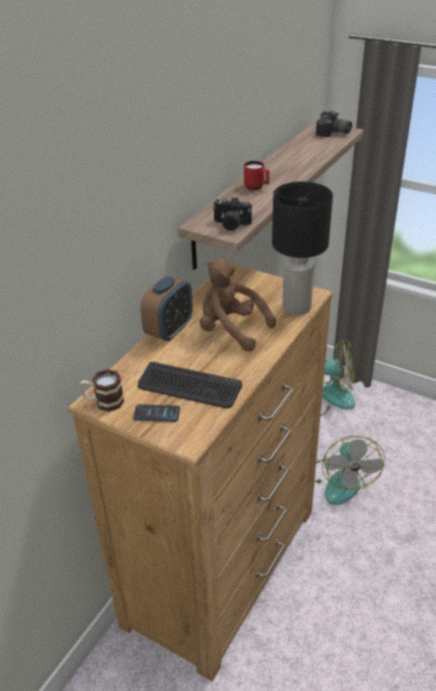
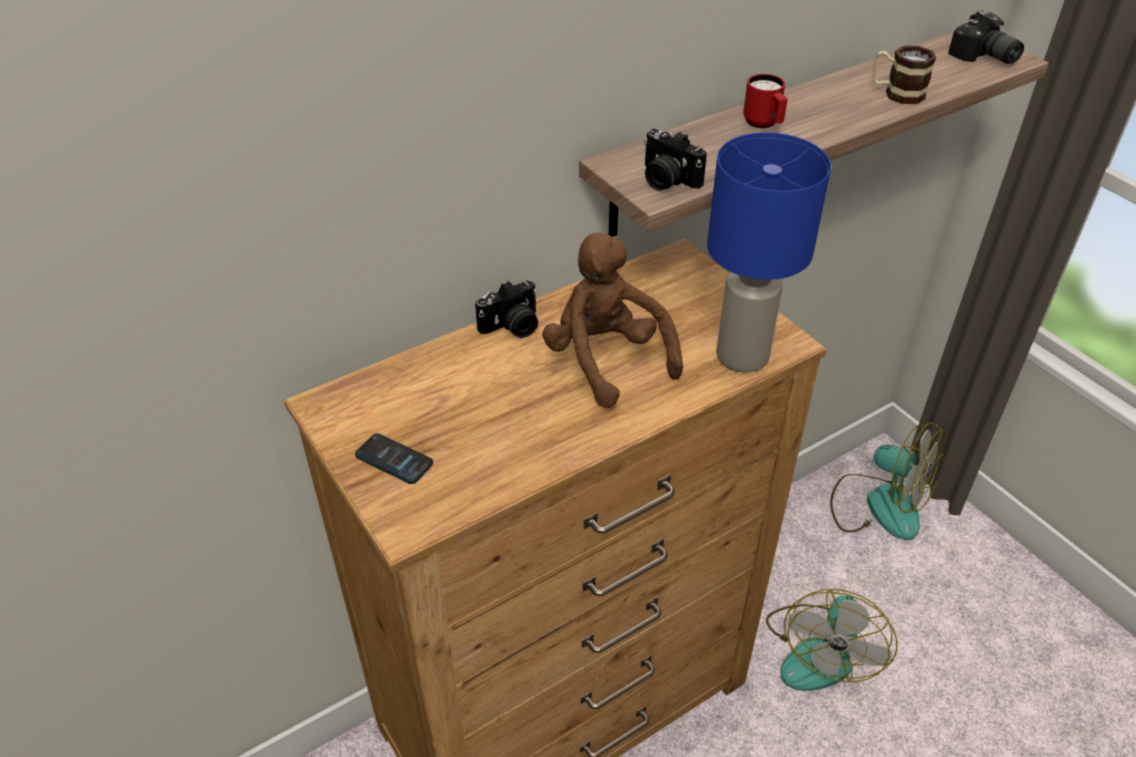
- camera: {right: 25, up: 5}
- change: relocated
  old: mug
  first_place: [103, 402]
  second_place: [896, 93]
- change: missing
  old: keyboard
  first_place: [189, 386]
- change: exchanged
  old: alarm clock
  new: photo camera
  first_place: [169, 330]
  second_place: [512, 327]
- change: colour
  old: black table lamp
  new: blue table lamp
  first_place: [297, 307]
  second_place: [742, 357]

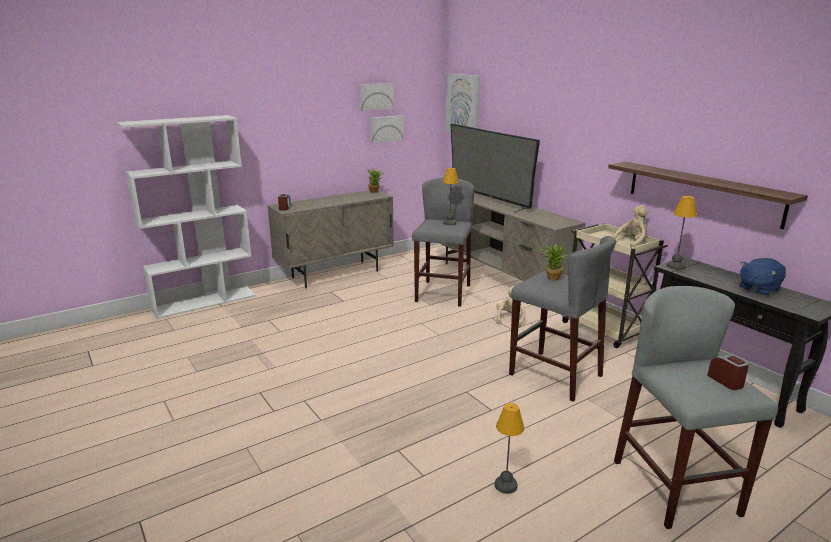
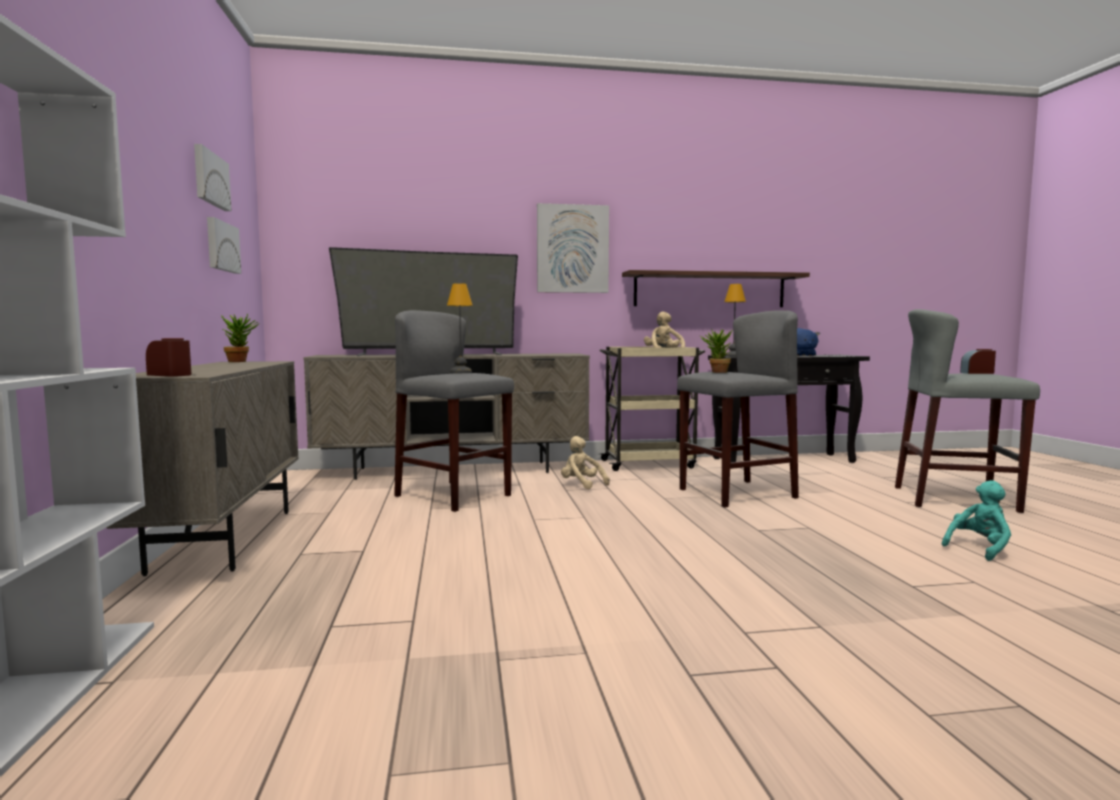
- camera: {right: -65, up: -15}
- change: relocated
  old: picture
  first_place: [463, 105]
  second_place: [572, 249]
- change: exchanged
  old: table lamp
  new: turquoise plush toy
  first_place: [506, 485]
  second_place: [979, 548]

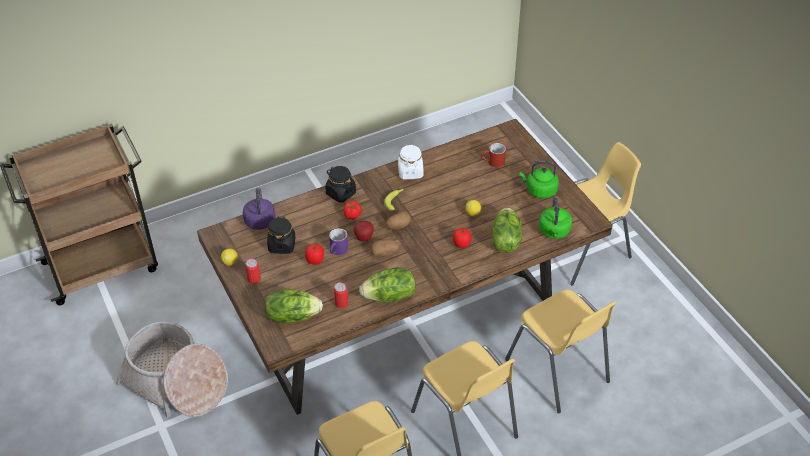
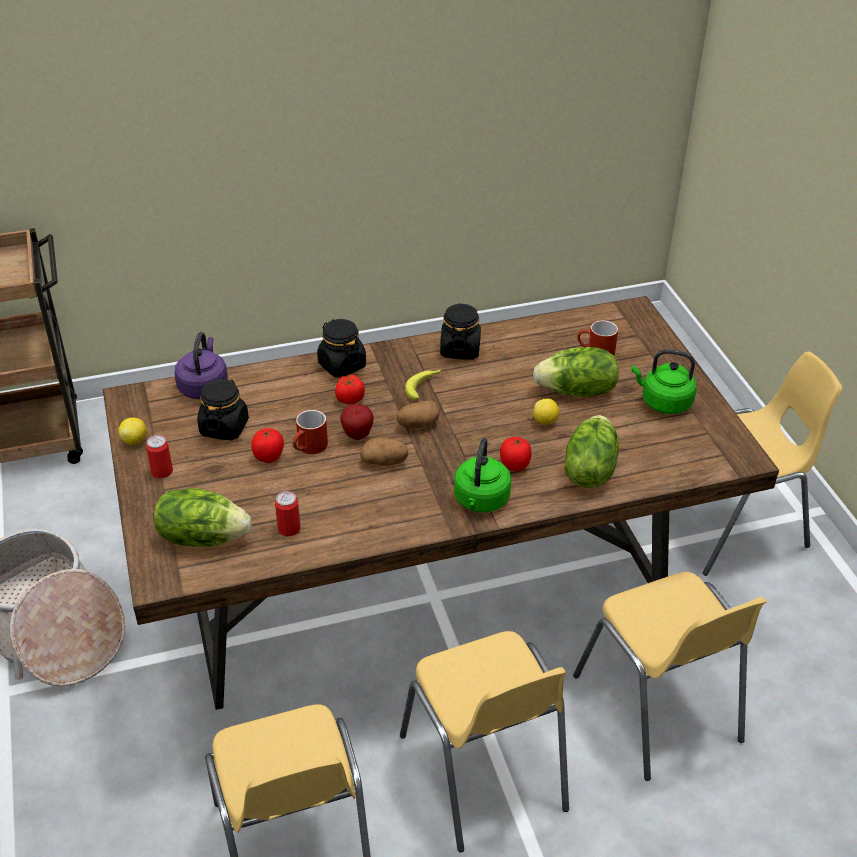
- camera: {right: 10, up: -5}
- change: colour
  old: purple mug
  new: red mug
  first_place: [338, 251]
  second_place: [309, 448]
- change: relocated
  old: lettuce
  first_place: [389, 296]
  second_place: [577, 392]
- change: colour
  old: white jar
  new: black jar
  first_place: [410, 172]
  second_place: [460, 349]
- change: relocated
  old: green kettle
  first_place: [554, 232]
  second_place: [481, 501]

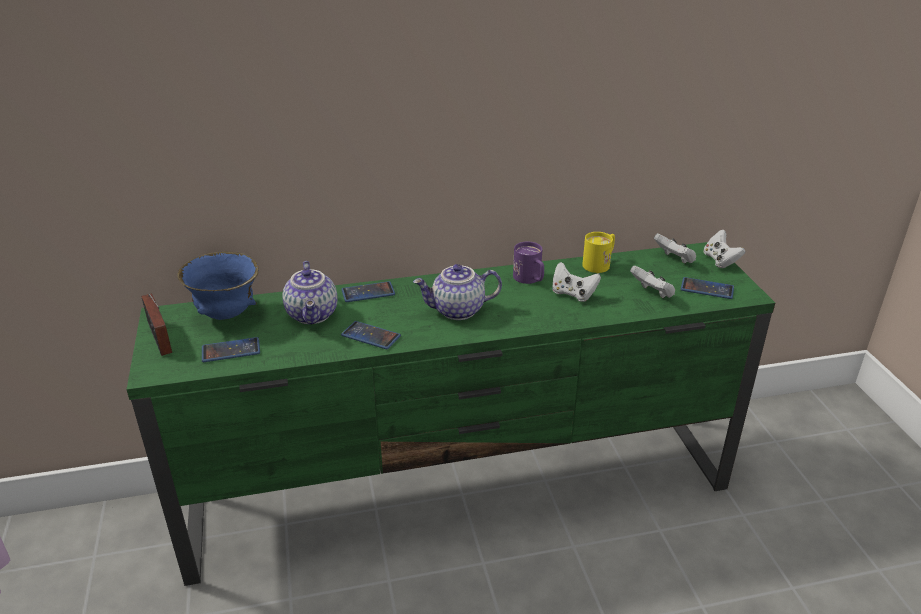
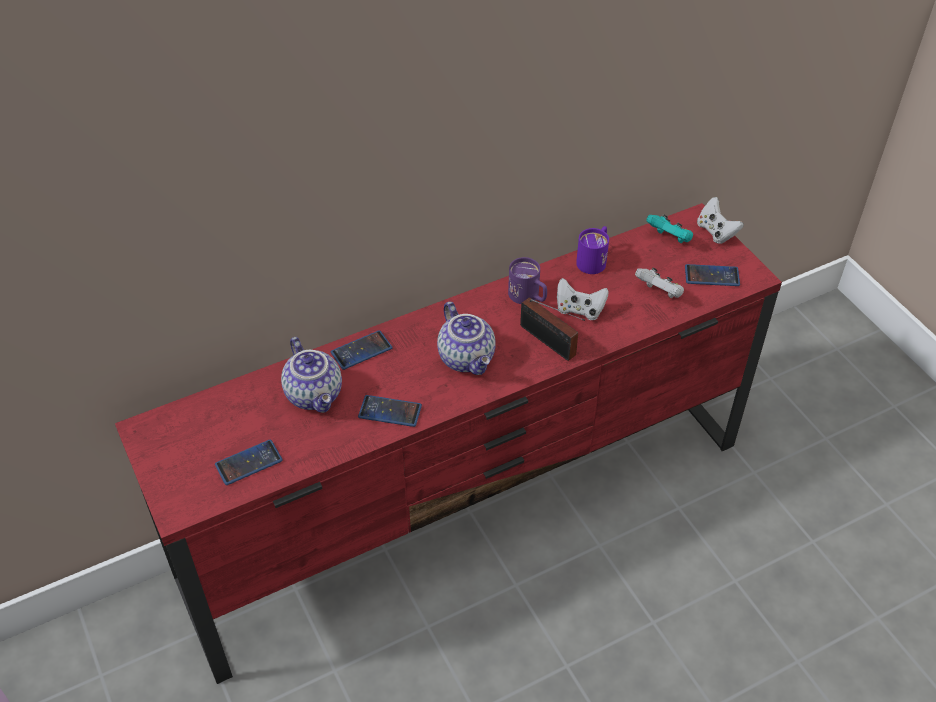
- camera: {right: -15, up: 15}
- change: colour
  old: green tv stand
  new: red tv stand
  first_place: [462, 492]
  second_place: [469, 509]
- change: relocated
  old: radio
  first_place: [160, 340]
  second_place: [550, 343]
- change: missing
  old: blue bowl
  first_place: [226, 315]
- change: spun
  old: teapot
  first_place: [457, 311]
  second_place: [468, 358]
  degrees: -90
- change: colour
  old: yellow mug
  new: purple mug
  first_place: [599, 263]
  second_place: [594, 259]
- change: colour
  old: white game controller
  new: turquoise game controller
  first_place: [674, 259]
  second_place: [669, 238]

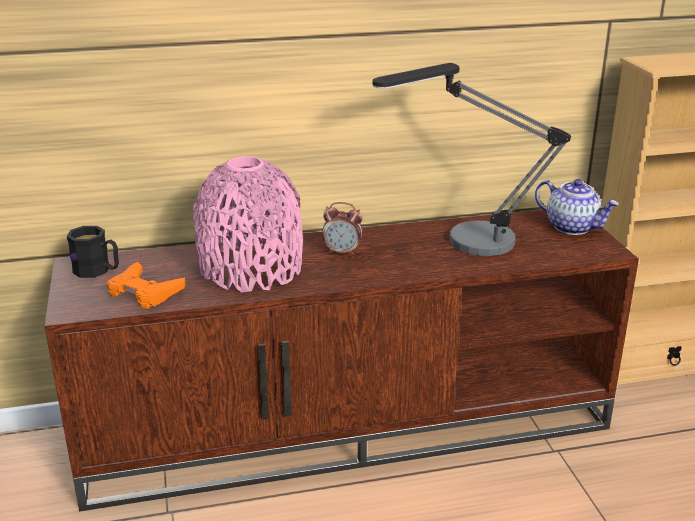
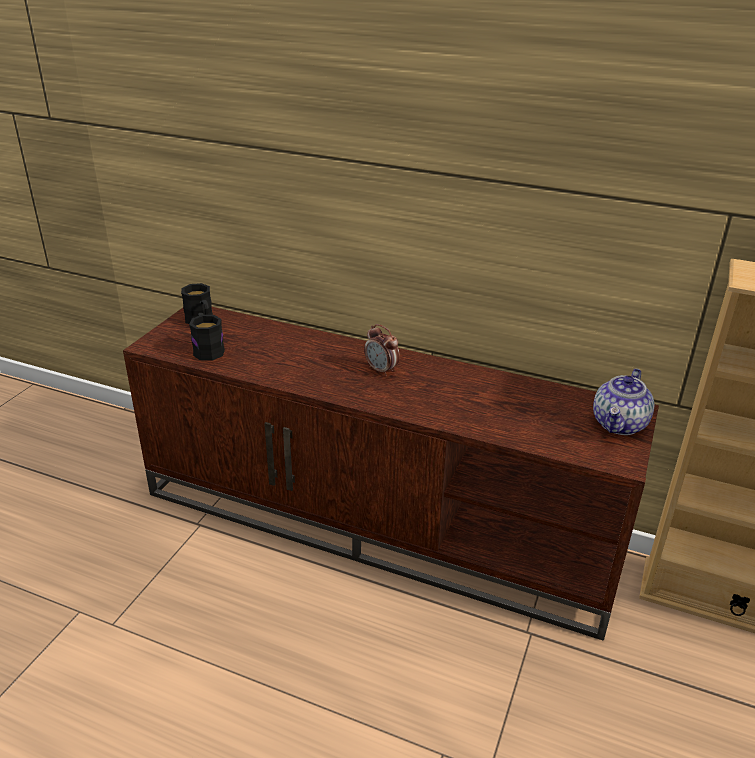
- camera: {right: 35, up: 5}
- change: exchanged
  old: orange game controller
  new: black mug
  first_place: [144, 292]
  second_place: [207, 349]
- change: missing
  old: pink vase
  first_place: [251, 269]
- change: missing
  old: table lamp
  first_place: [464, 245]
- change: spun
  old: teapot
  first_place: [572, 227]
  second_place: [620, 424]
  degrees: 45

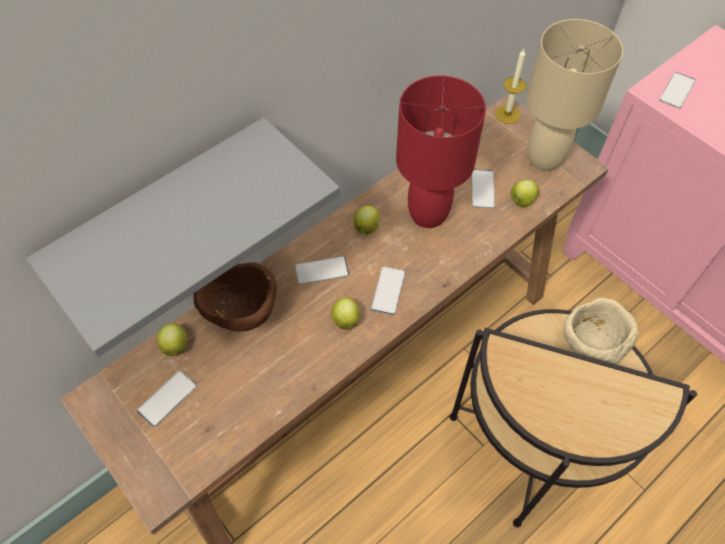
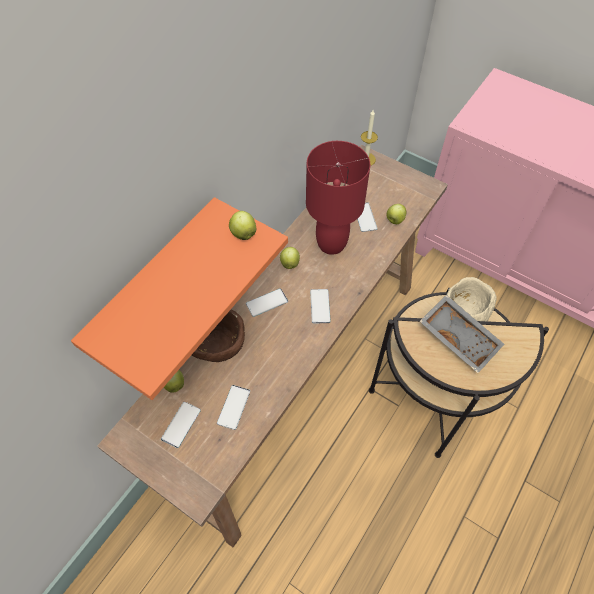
- camera: {right: -15, up: 0}
- change: colour
  old: grey shelf
  new: orange shelf
  first_place: [165, 214]
  second_place: [156, 285]
- change: relocated
  old: apple
  first_place: [345, 320]
  second_place: [243, 233]
- change: missing
  old: beige table lamp
  first_place: [544, 159]
- change: relocated
  old: phone
  first_place: [677, 90]
  second_place: [233, 407]
- change: appeared
  new: grey tray
  second_place: [459, 337]

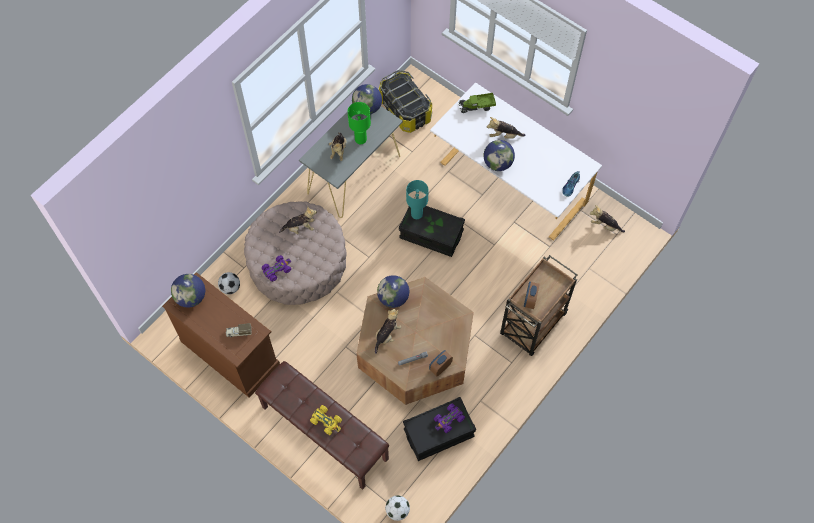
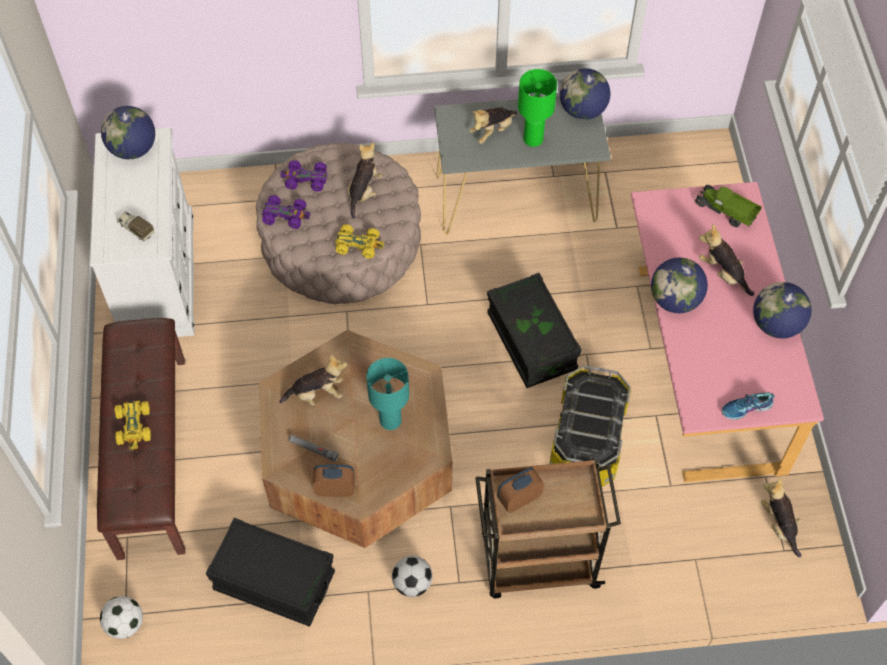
- camera: {right: 45, up: -5}
- change: colour
  old: brown dresser
  new: white dresser
  first_place: [230, 352]
  second_place: [159, 276]
- change: relocated
  old: football
  first_place: [230, 288]
  second_place: [412, 583]
- change: spun
  old: plush toy
  first_place: [300, 228]
  second_place: [364, 192]
  degrees: -105
- change: relocated
  old: globe
  first_place: [393, 298]
  second_place: [776, 325]
- change: relocated
  old: storage box
  first_place: [405, 110]
  second_place: [588, 439]
- change: relocated
  old: turquoise table lamp
  first_place: [416, 214]
  second_place: [390, 420]
- change: colour
  old: white desk
  new: pink desk
  first_place: [509, 184]
  second_place: [701, 365]
- change: relocated
  old: purple toy car
  first_place: [448, 420]
  second_place: [305, 179]
- change: appeared
  new: yellow toy car
  second_place: [358, 245]

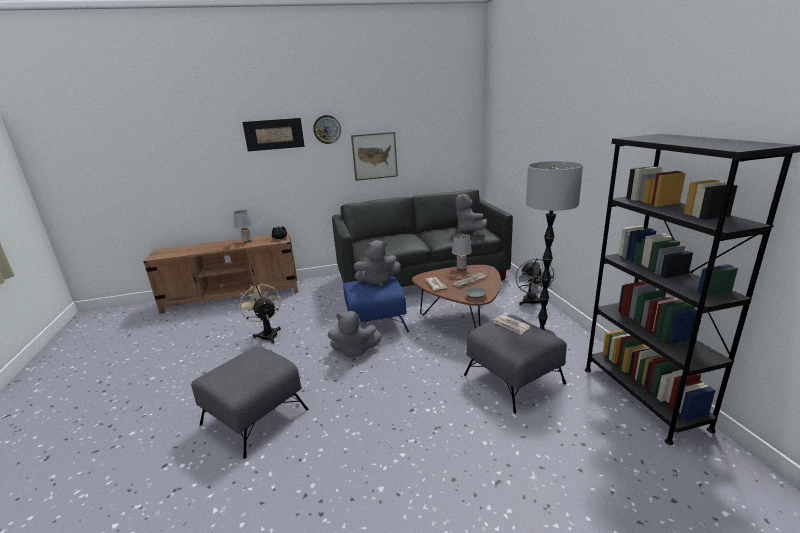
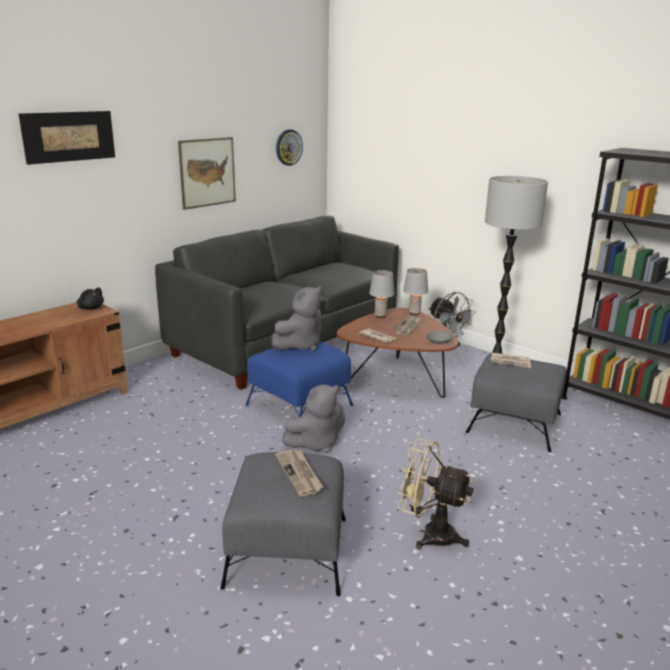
- camera: {right: -35, up: 0}
- change: relocated
  old: grey table lamp
  first_place: [246, 241]
  second_place: [414, 313]
- change: relocated
  old: beige fan
  first_place: [267, 334]
  second_place: [429, 534]
- change: relocated
  old: wall clock
  first_place: [327, 129]
  second_place: [288, 147]
- change: missing
  old: grey plush toy
  first_place: [468, 230]
- change: appeared
  new: newspaper
  second_place: [300, 474]

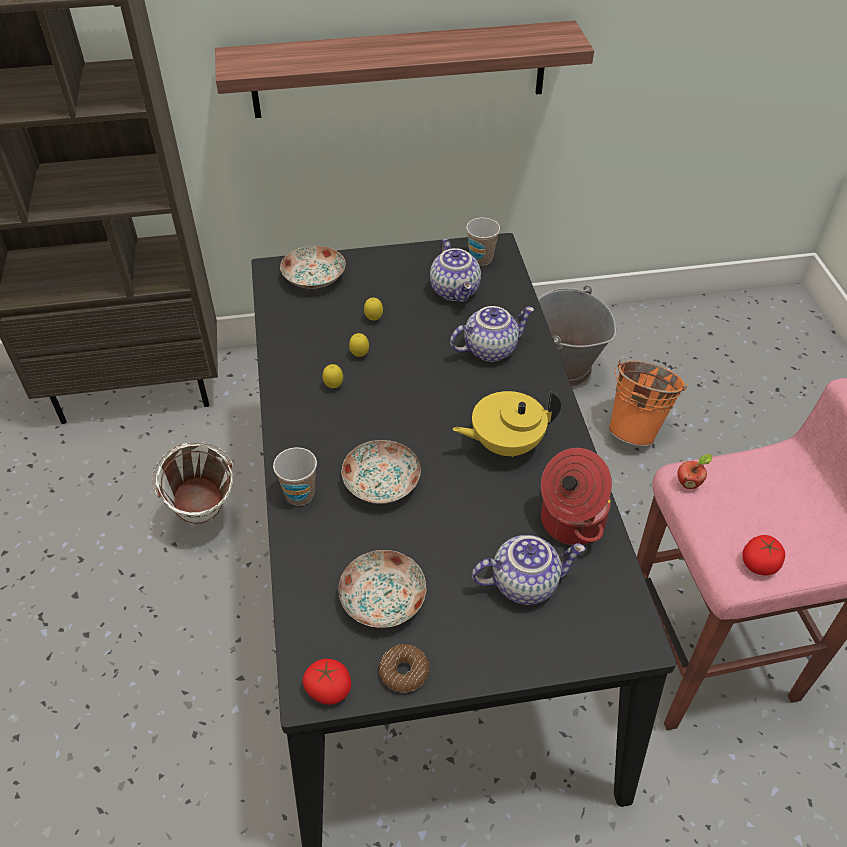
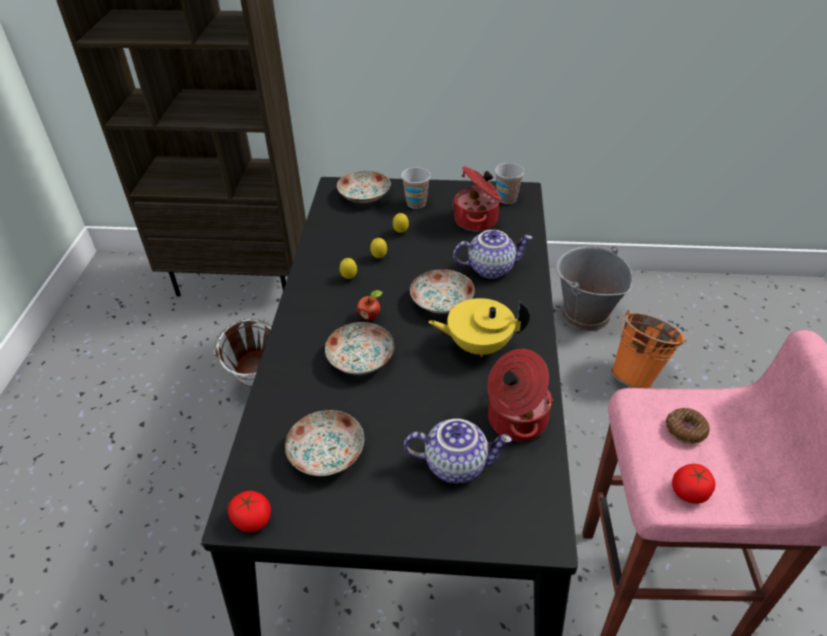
- camera: {right: 15, up: -5}
- change: missing
  old: shelf
  first_place: [399, 70]
- change: relocated
  old: cup
  first_place: [300, 494]
  second_place: [416, 203]
- change: relocated
  old: donut
  first_place: [404, 672]
  second_place: [685, 430]
- change: exchanged
  old: teapot
  new: cooking pot
  first_place: [456, 291]
  second_place: [477, 220]
- change: relocated
  old: apple
  first_place: [689, 483]
  second_place: [370, 316]
- change: appeared
  new: plate
  second_place: [442, 301]

